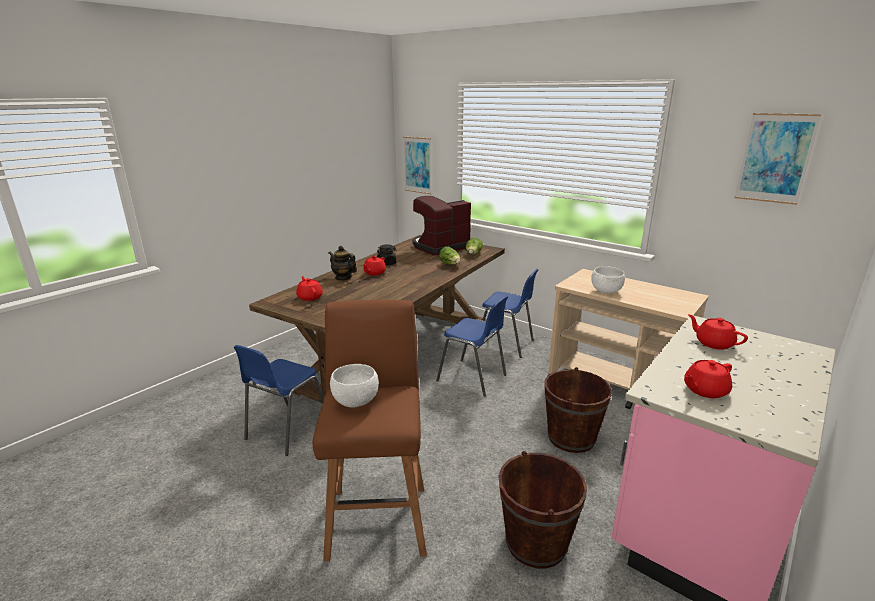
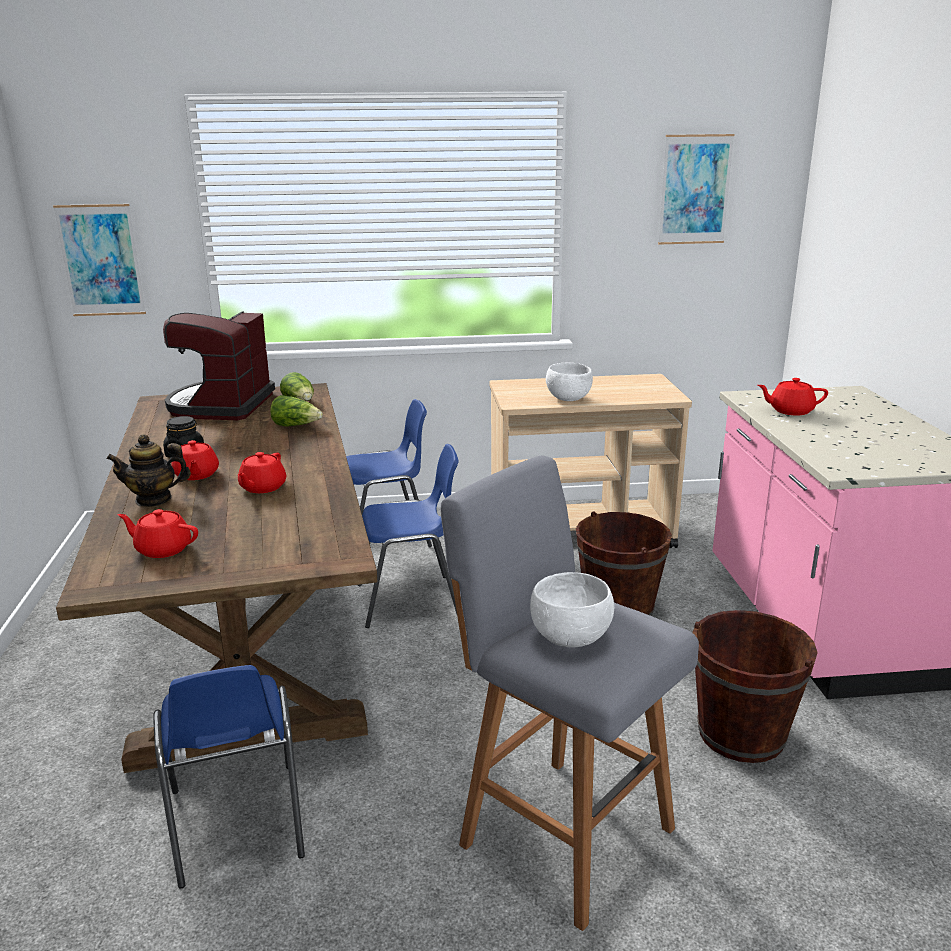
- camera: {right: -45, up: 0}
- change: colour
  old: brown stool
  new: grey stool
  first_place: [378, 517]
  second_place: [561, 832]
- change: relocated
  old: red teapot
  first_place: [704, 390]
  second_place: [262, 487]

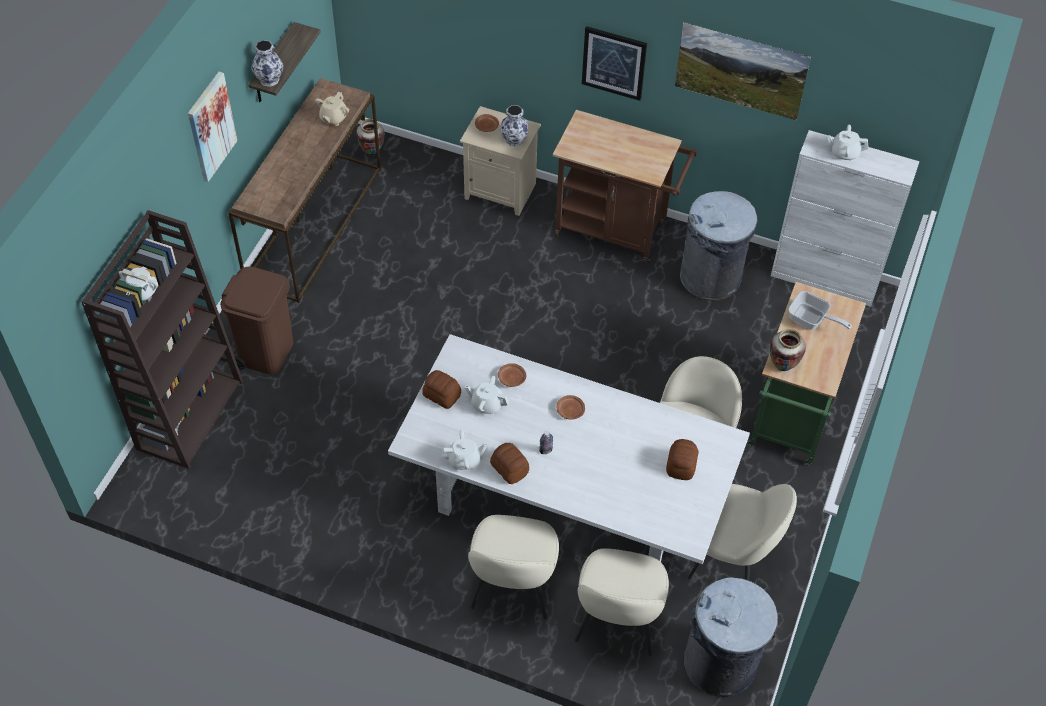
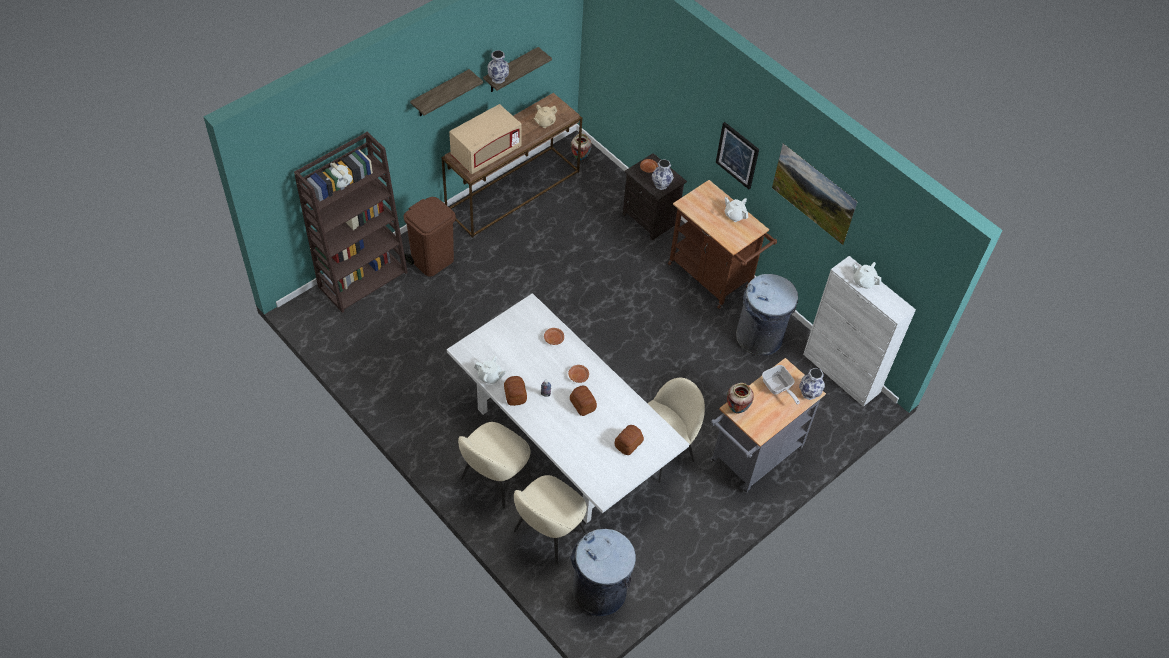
- camera: {right: 25, up: 0}
- change: exchanged
  old: picture
  new: shelf
  first_place: [210, 126]
  second_place: [440, 94]
- change: relocated
  old: bread
  first_place: [441, 395]
  second_place: [582, 405]
- change: colour
  old: beige nightstand
  new: black nightstand
  first_place: [501, 191]
  second_place: [651, 219]
- change: relocated
  old: white teapot
  first_place: [487, 404]
  second_place: [734, 215]
- change: missing
  old: beige chair
  first_place: [732, 560]
- change: colour
  old: green cart
  new: grey cart
  first_place: [791, 421]
  second_place: [752, 458]
- change: appeared
  new: beige microwave
  second_place: [486, 152]
- change: appeared
  new: vase
  second_place: [809, 393]

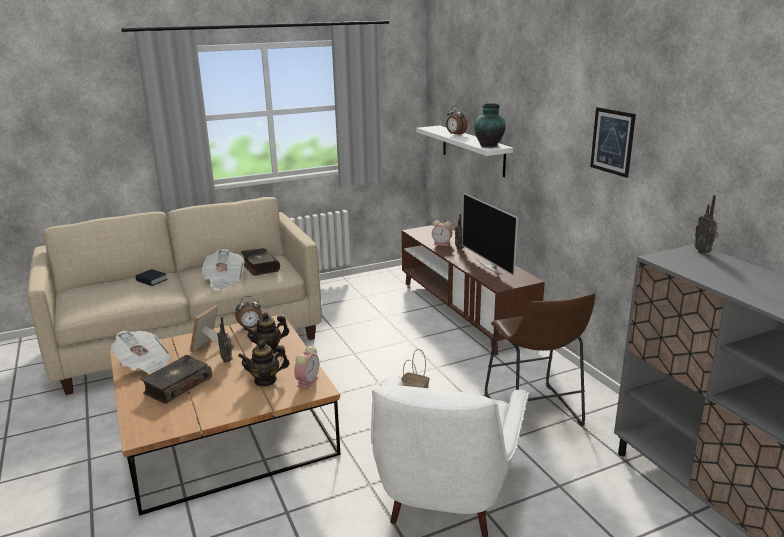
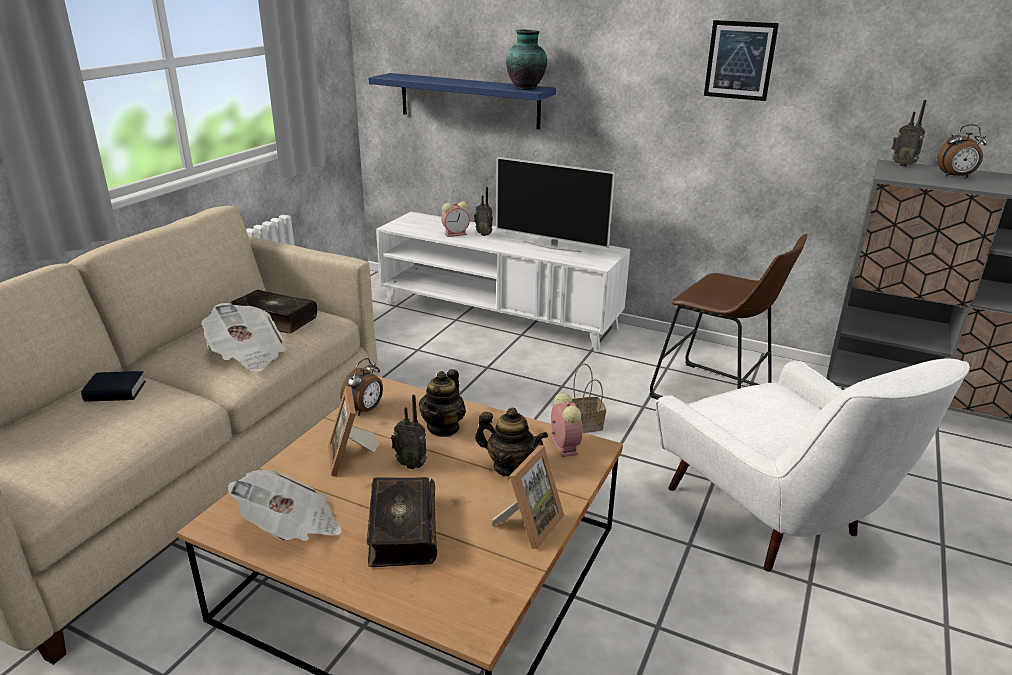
- camera: {right: -40, up: 5}
- change: spun
  old: teapot
  first_place: [265, 380]
  second_place: [510, 467]
  degrees: -105
- change: colour
  old: brown tv stand
  new: white tv stand
  first_place: [463, 311]
  second_place: [498, 315]
- change: colour
  old: white shelf
  new: blue shelf
  first_place: [472, 150]
  second_place: [469, 100]
- change: relocated
  old: alarm clock
  first_place: [455, 134]
  second_place: [956, 177]
- change: appeared
  new: picture frame
  second_place: [529, 524]

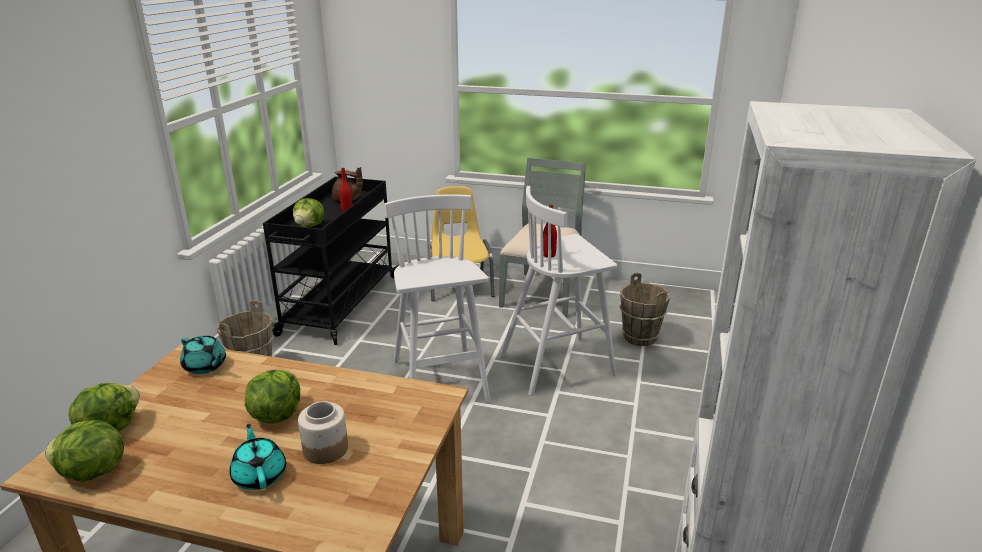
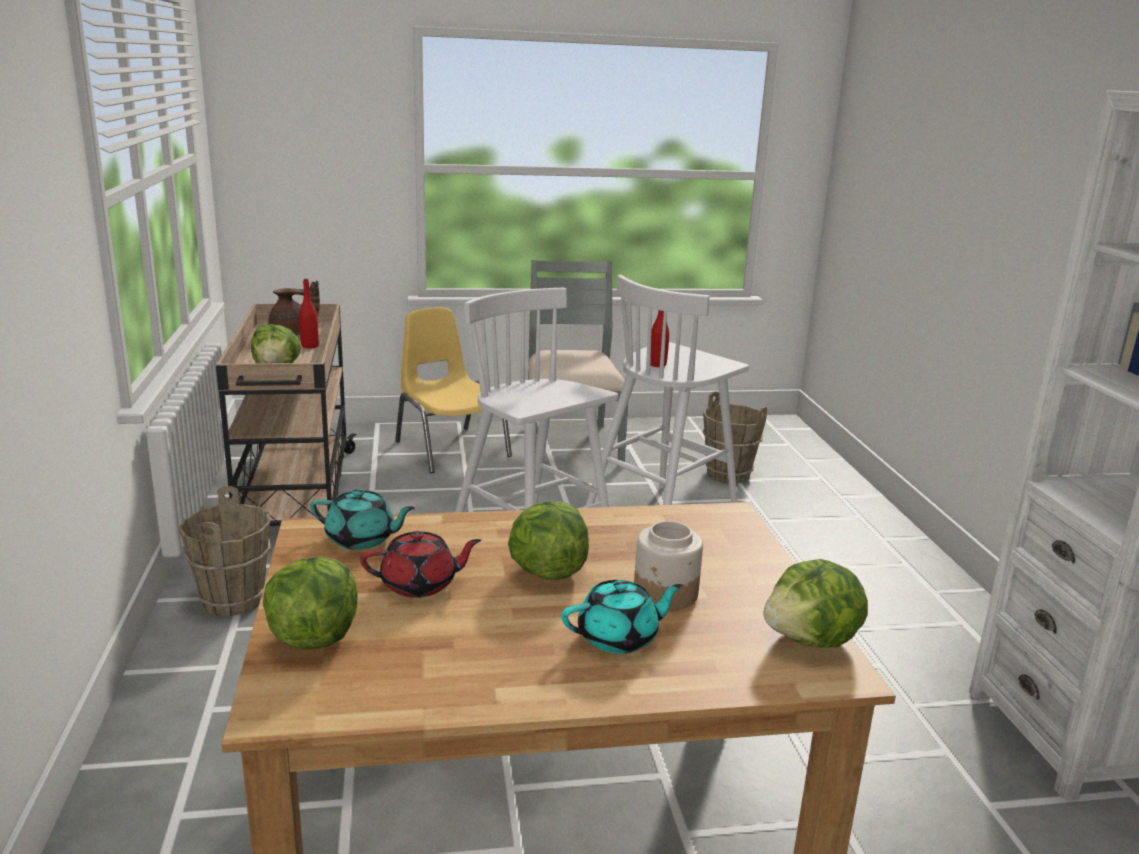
- camera: {right: -25, up: -5}
- change: relocated
  old: lettuce
  first_place: [92, 473]
  second_place: [812, 641]
- change: spun
  old: turquoise teapot
  first_place: [260, 475]
  second_place: [619, 637]
  degrees: 120
- change: colour
  old: black cart
  new: beige cart
  first_place: [340, 305]
  second_place: [296, 497]
- change: appeared
  new: red teapot
  second_place: [420, 584]

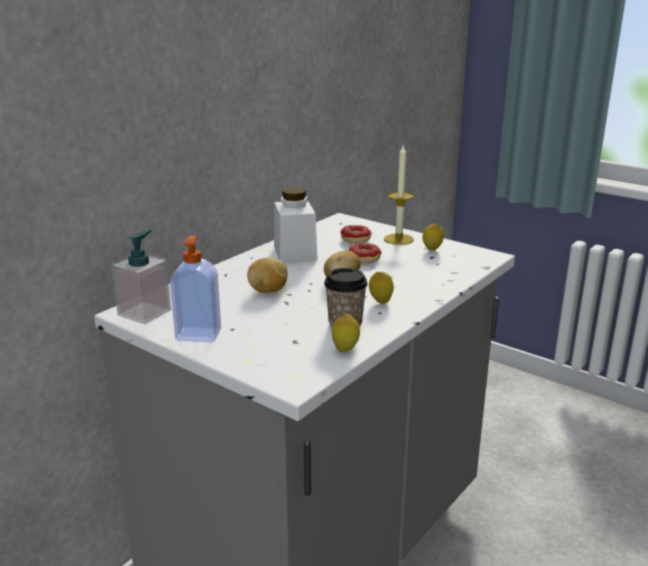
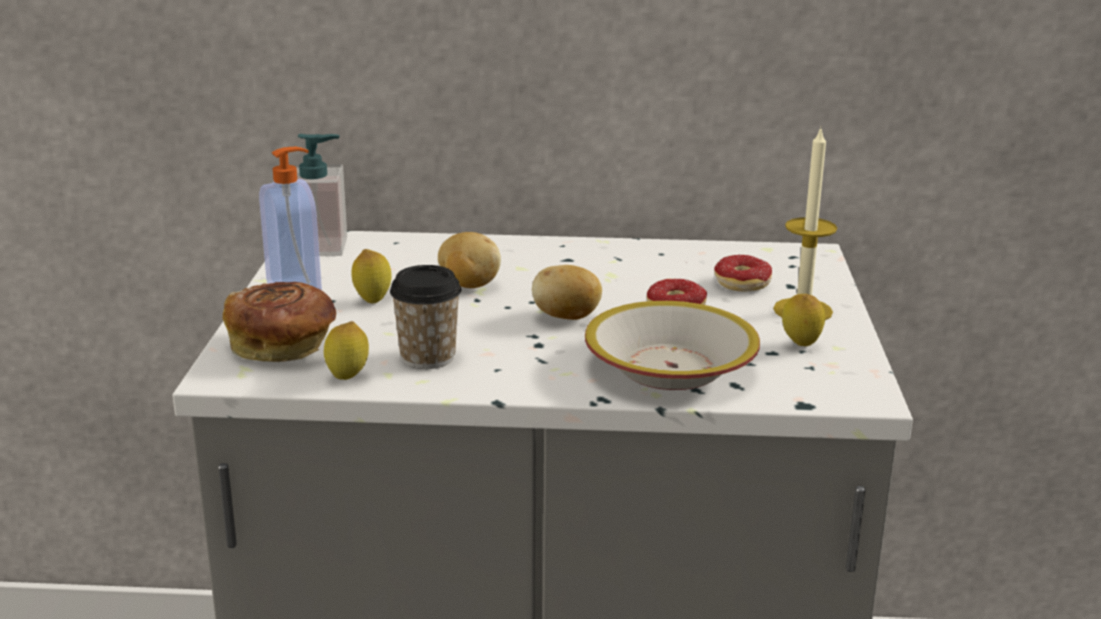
- camera: {right: 55, up: 0}
- change: missing
  old: white jar
  first_place: [295, 253]
- change: relocated
  old: lemon
  first_place: [380, 302]
  second_place: [372, 300]
- change: appeared
  new: bread
  second_place: [283, 347]
- change: appeared
  new: bowl
  second_place: [671, 369]

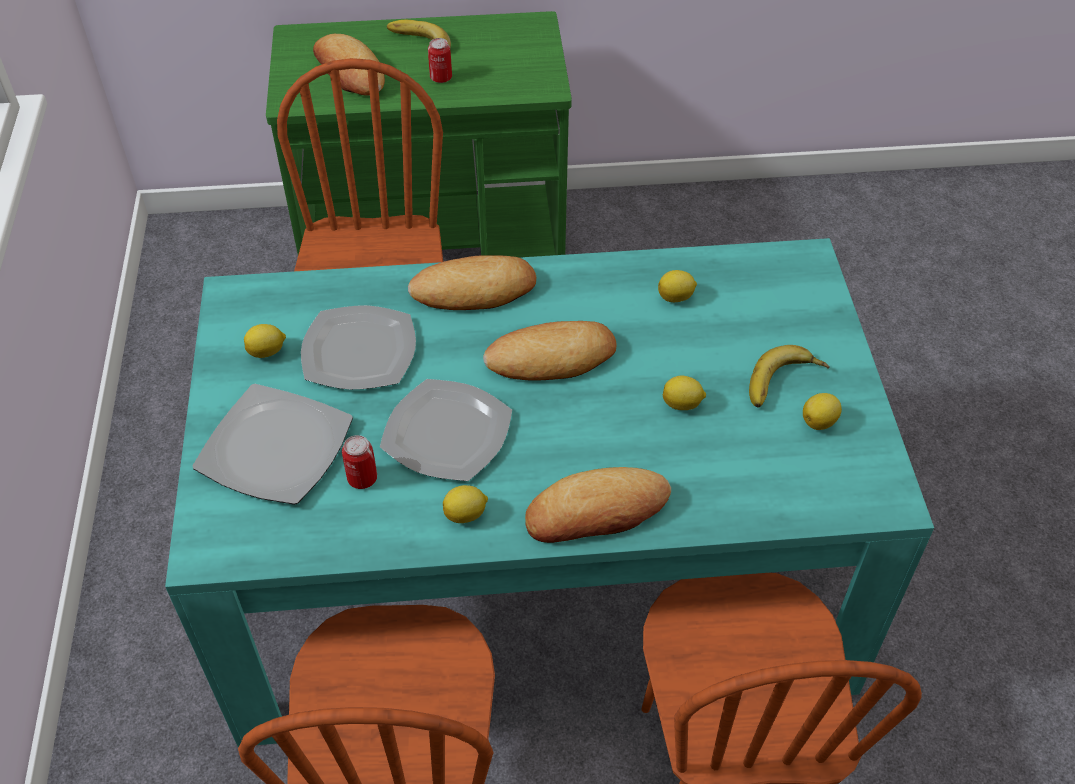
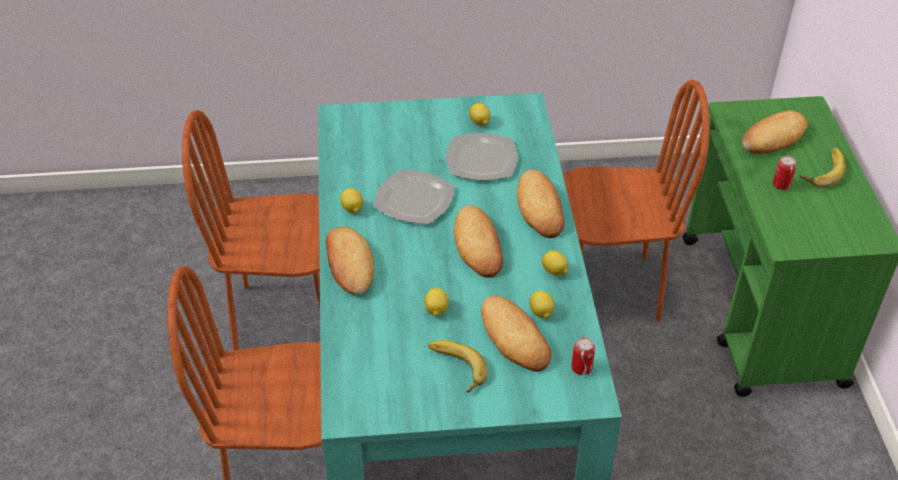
- camera: {right: 90, up: -5}
- change: missing
  old: plate
  first_place: [275, 447]
- change: relocated
  old: can
  first_place: [362, 478]
  second_place: [581, 368]
- change: relocated
  old: lemon
  first_place: [819, 421]
  second_place: [554, 272]
- change: appeared
  new: bread
  second_place: [514, 338]

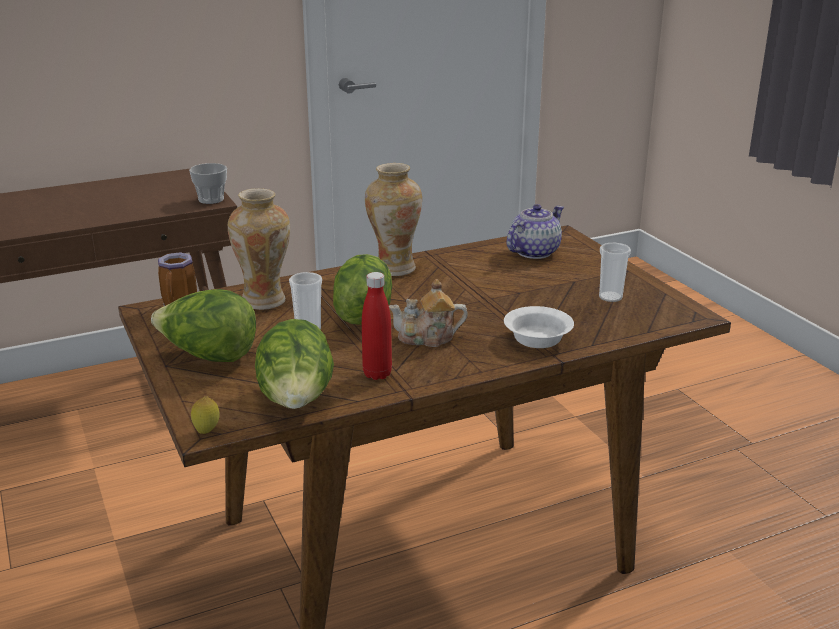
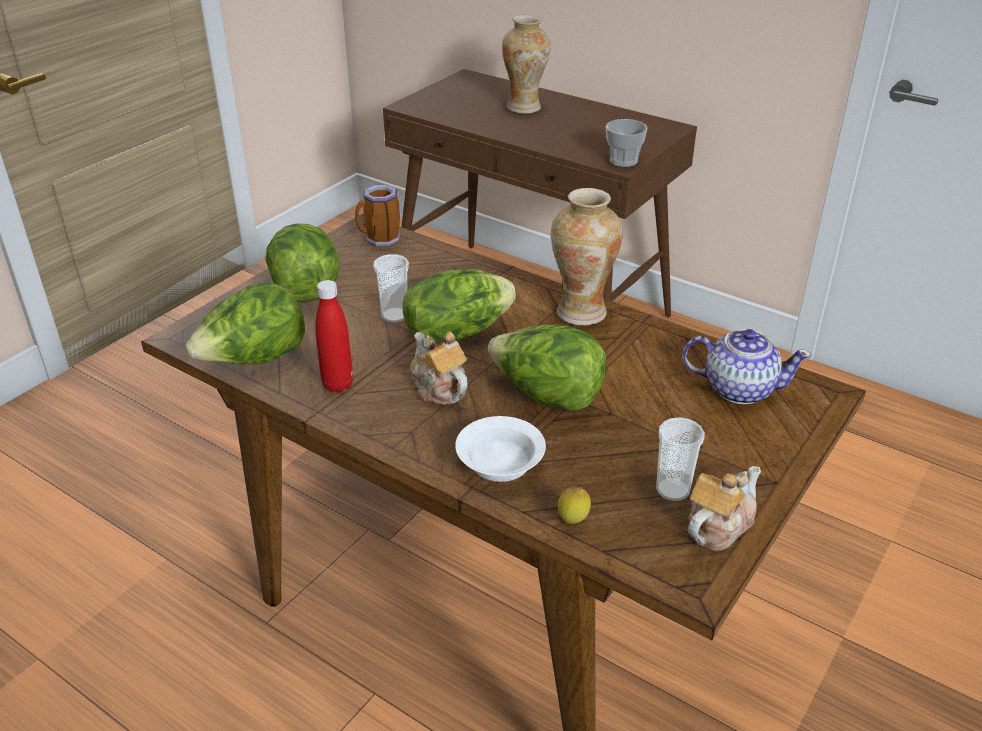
- camera: {right: 60, up: 10}
- change: relocated
  old: lemon
  first_place: [207, 431]
  second_place: [573, 521]
- change: relocated
  old: vase
  first_place: [265, 301]
  second_place: [524, 108]
- change: appeared
  new: lettuce
  second_place: [547, 397]
- change: appeared
  new: teapot
  second_place: [717, 526]

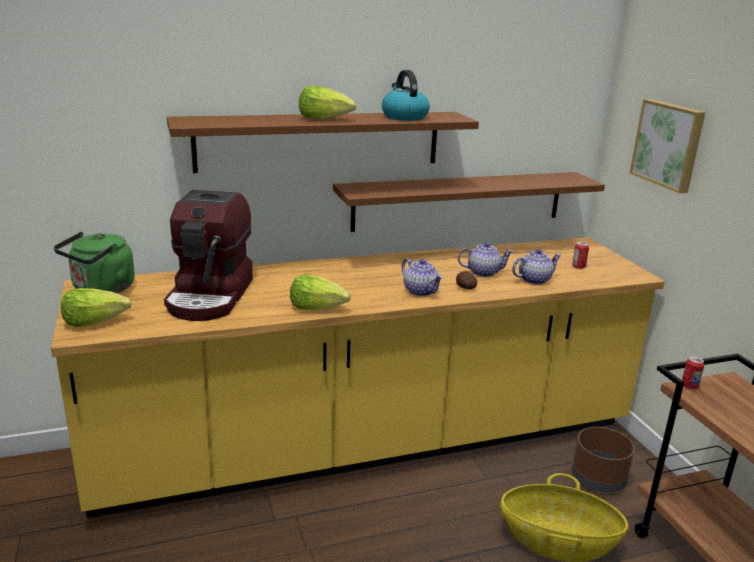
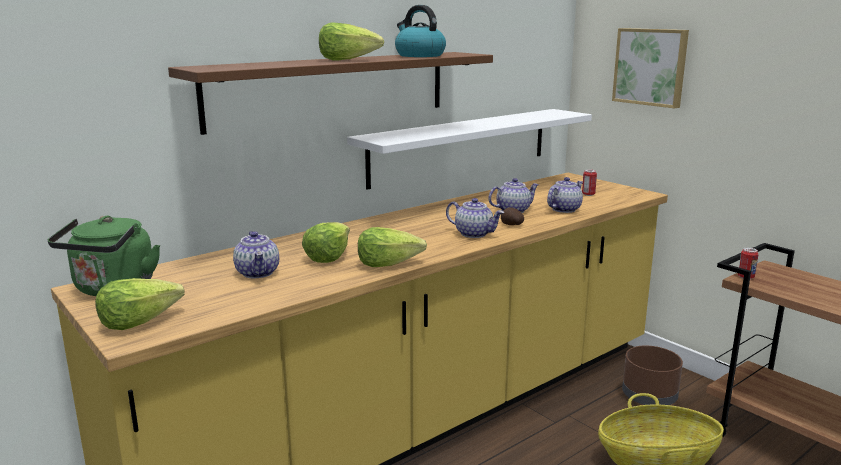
- camera: {right: -20, up: -5}
- change: exchanged
  old: coffee machine
  new: teapot
  first_place: [211, 296]
  second_place: [258, 273]
- change: colour
  old: brown shelf
  new: white shelf
  first_place: [459, 201]
  second_place: [462, 146]
- change: appeared
  new: lettuce
  second_place: [328, 257]

